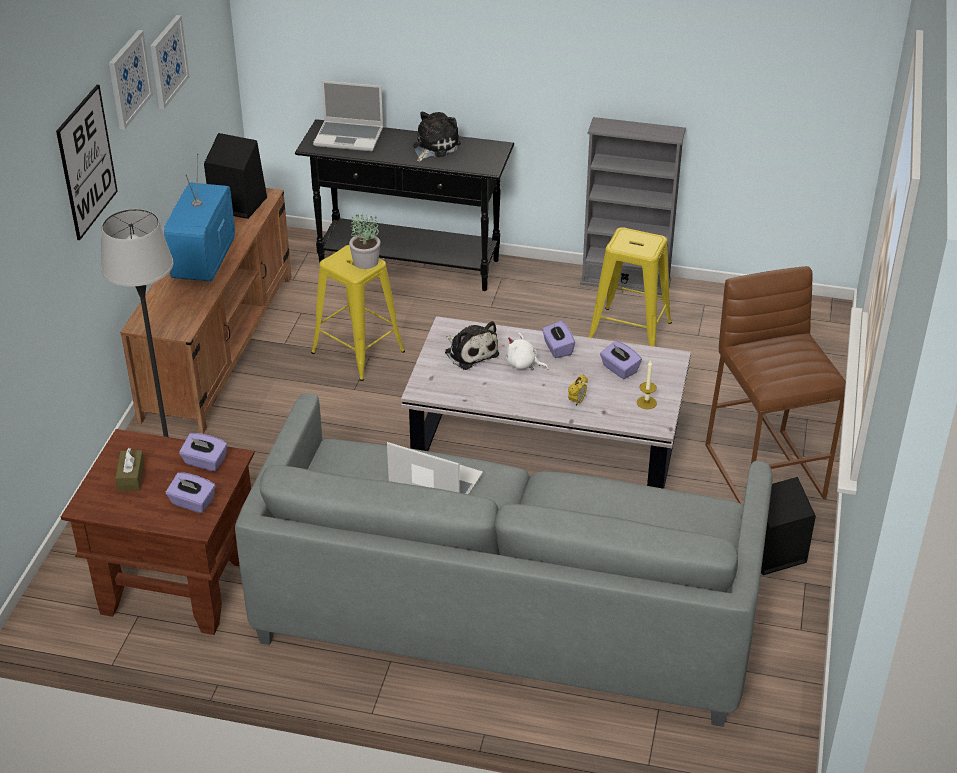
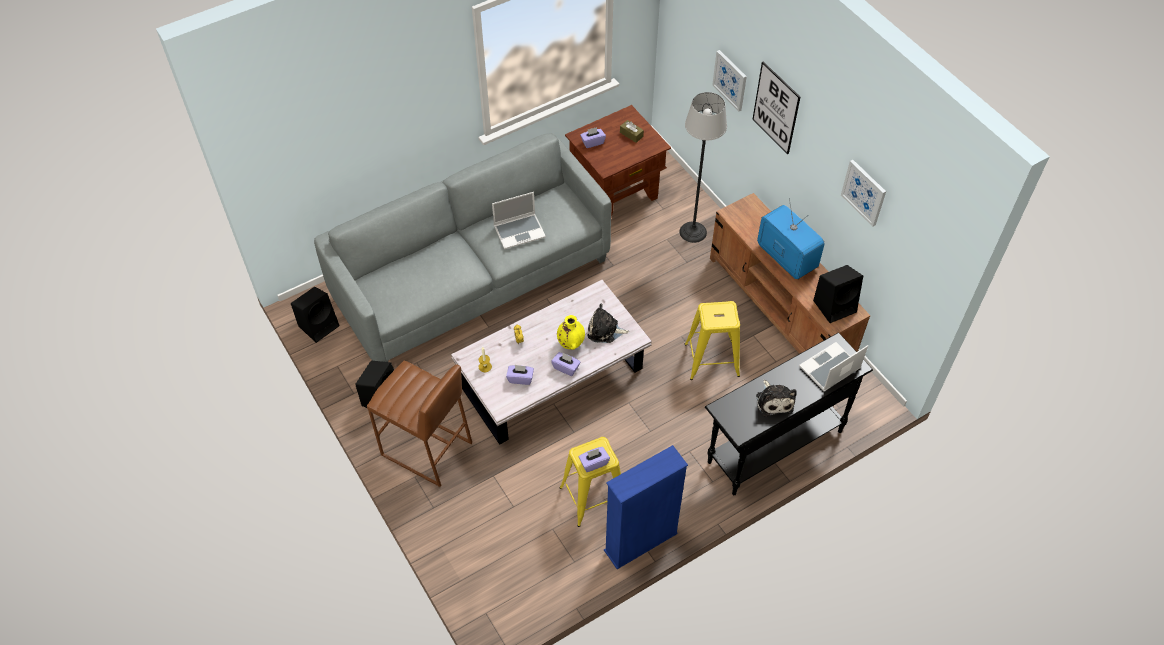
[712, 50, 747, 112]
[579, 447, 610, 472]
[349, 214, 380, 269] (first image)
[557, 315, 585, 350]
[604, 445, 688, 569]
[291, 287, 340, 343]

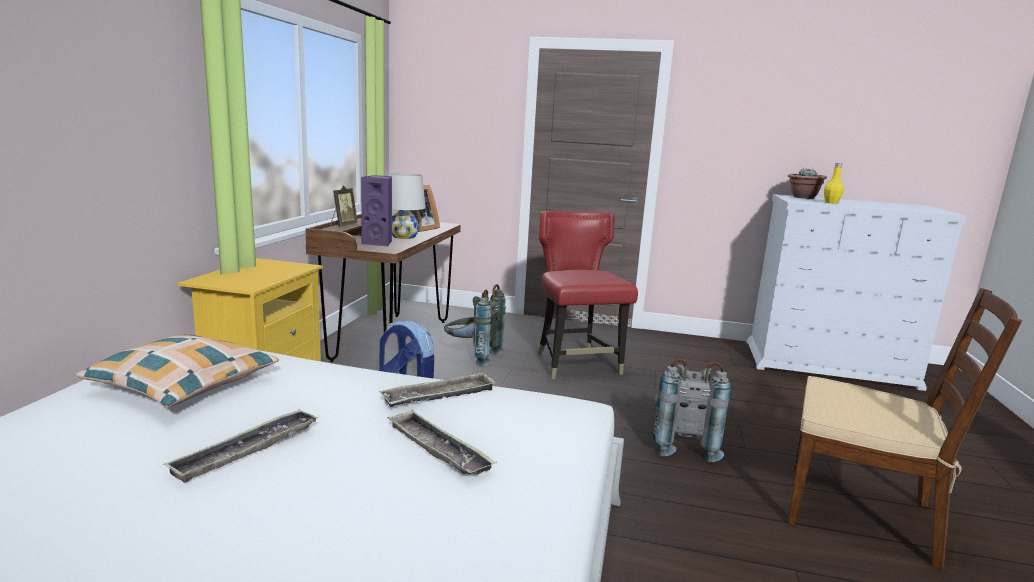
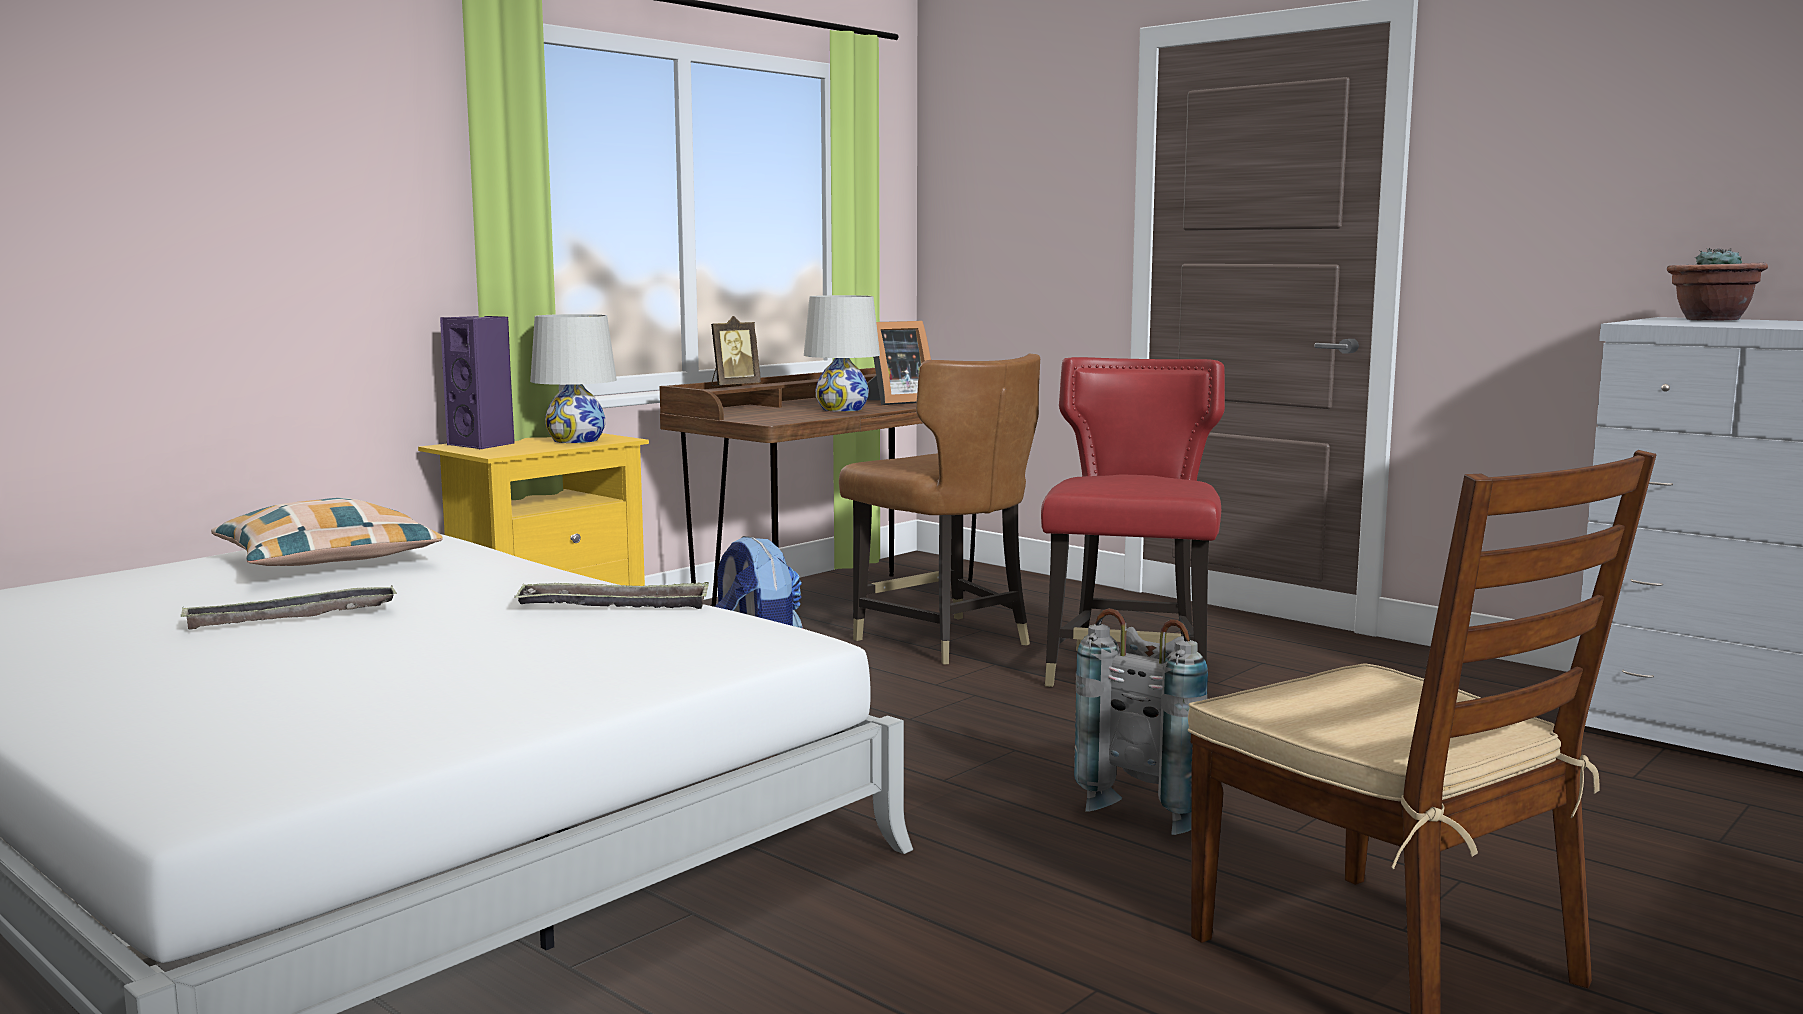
[440, 316, 515, 450]
[387, 410, 497, 475] (first image)
[839, 354, 1040, 665]
[824, 163, 844, 204] (first image)
[530, 314, 617, 443]

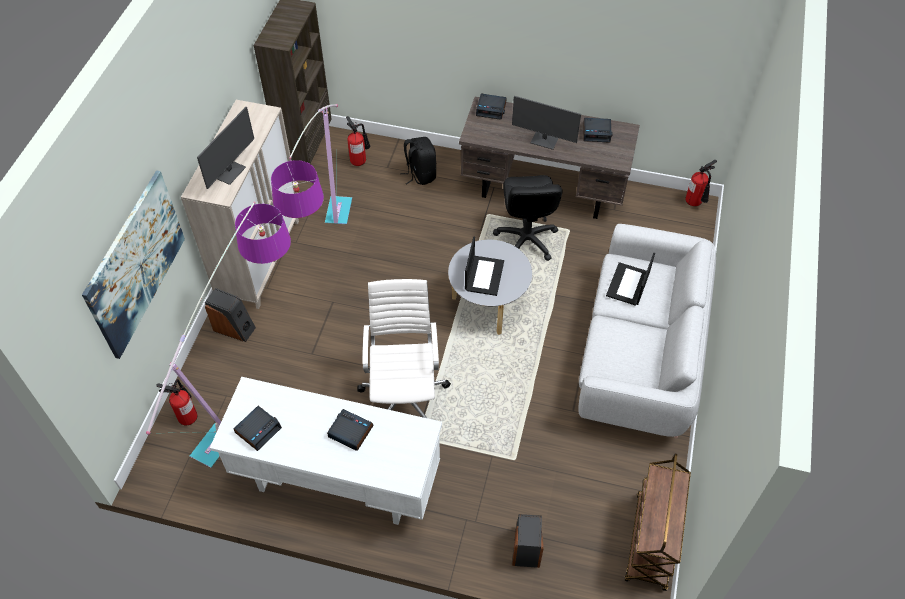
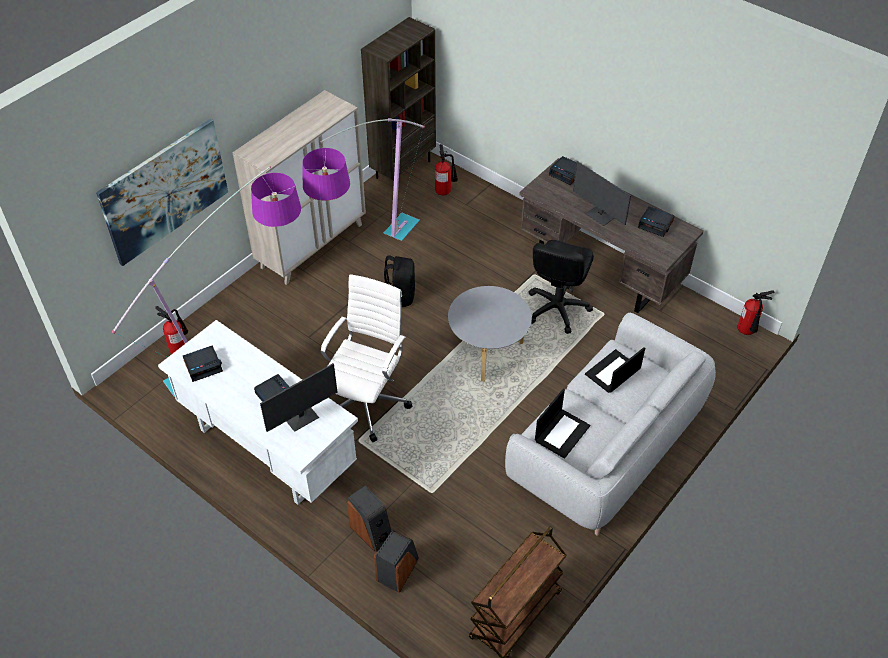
[260, 363, 337, 432]
[347, 485, 392, 553]
[384, 256, 415, 307]
[535, 389, 590, 459]

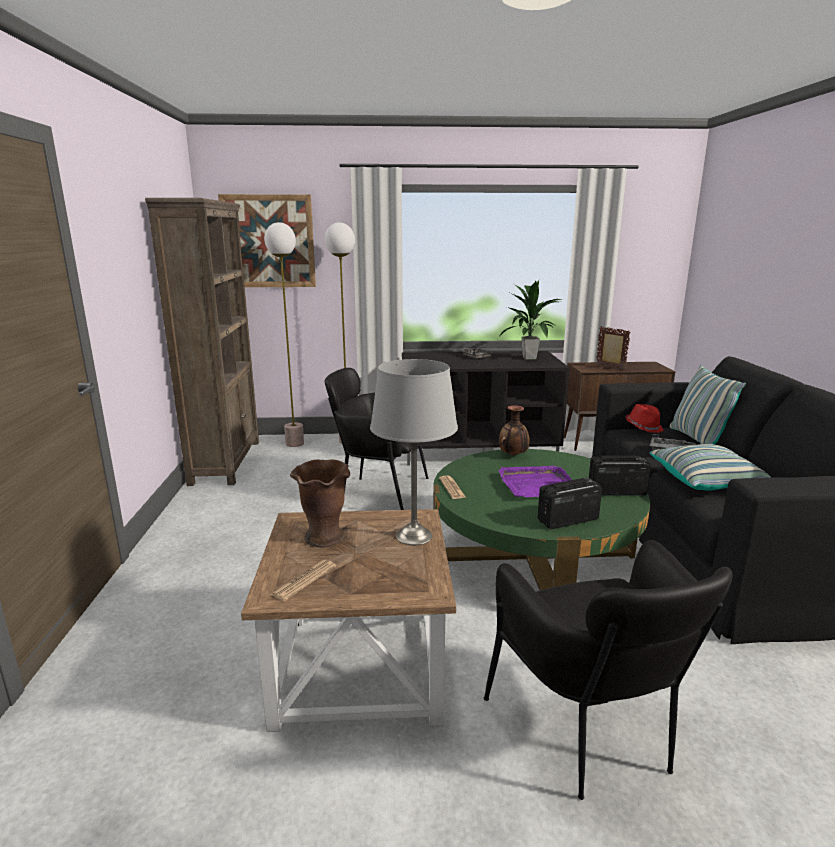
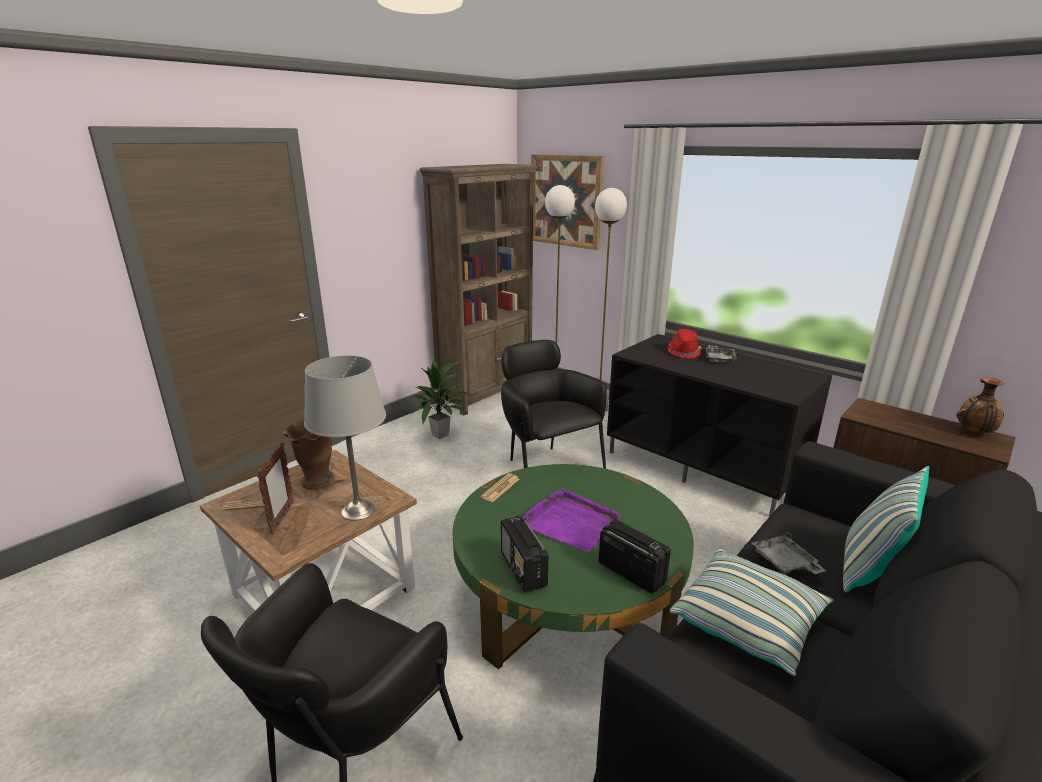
[410, 359, 471, 439]
[956, 377, 1004, 433]
[501, 516, 549, 592]
[257, 442, 294, 534]
[667, 329, 702, 358]

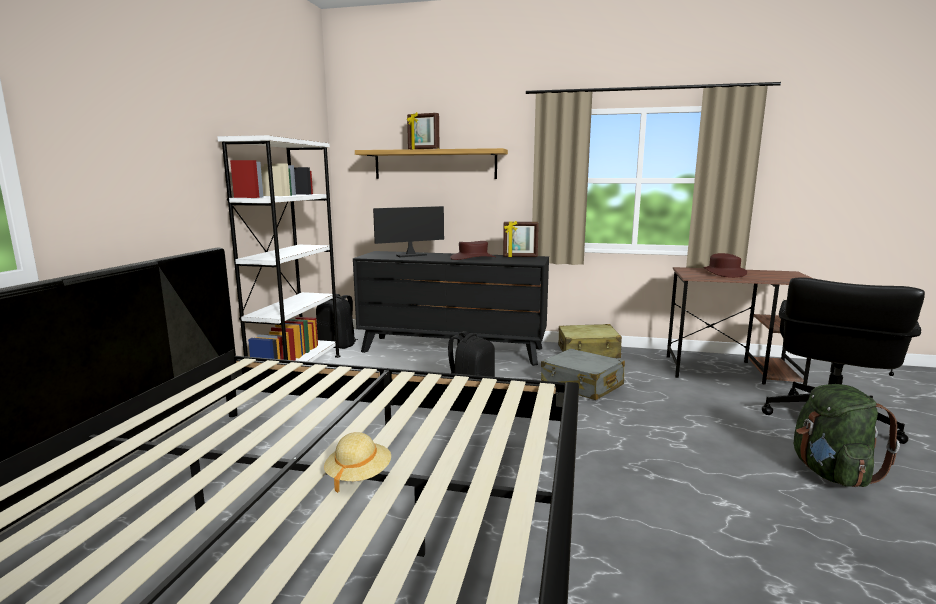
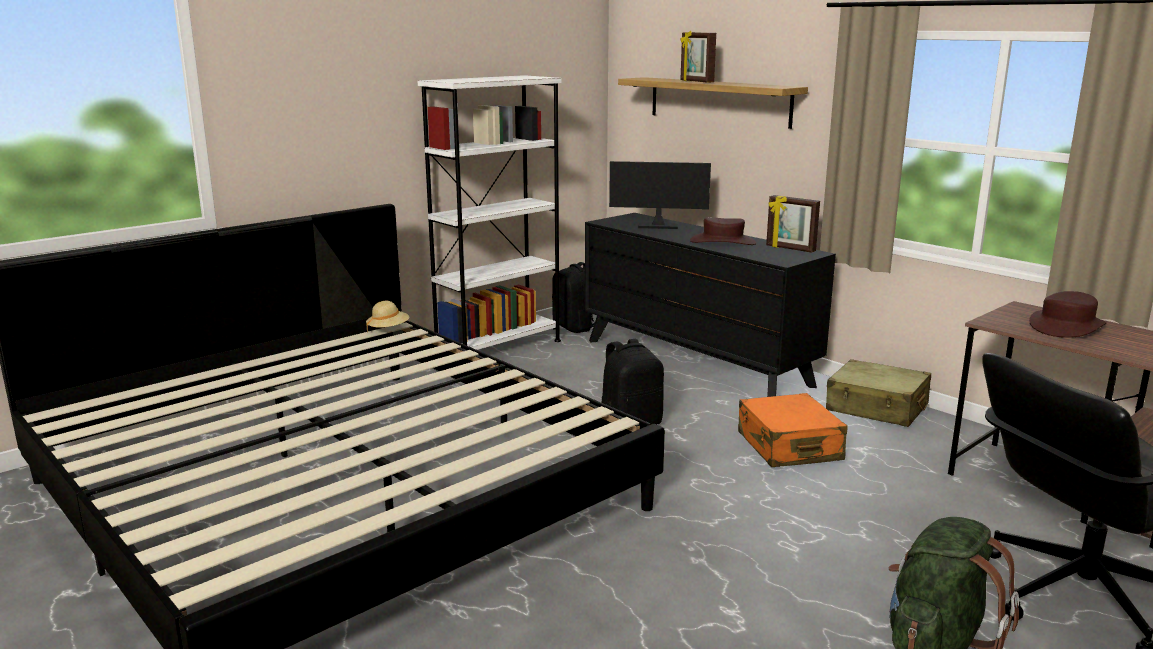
[366, 301, 409, 333]
[738, 393, 848, 467]

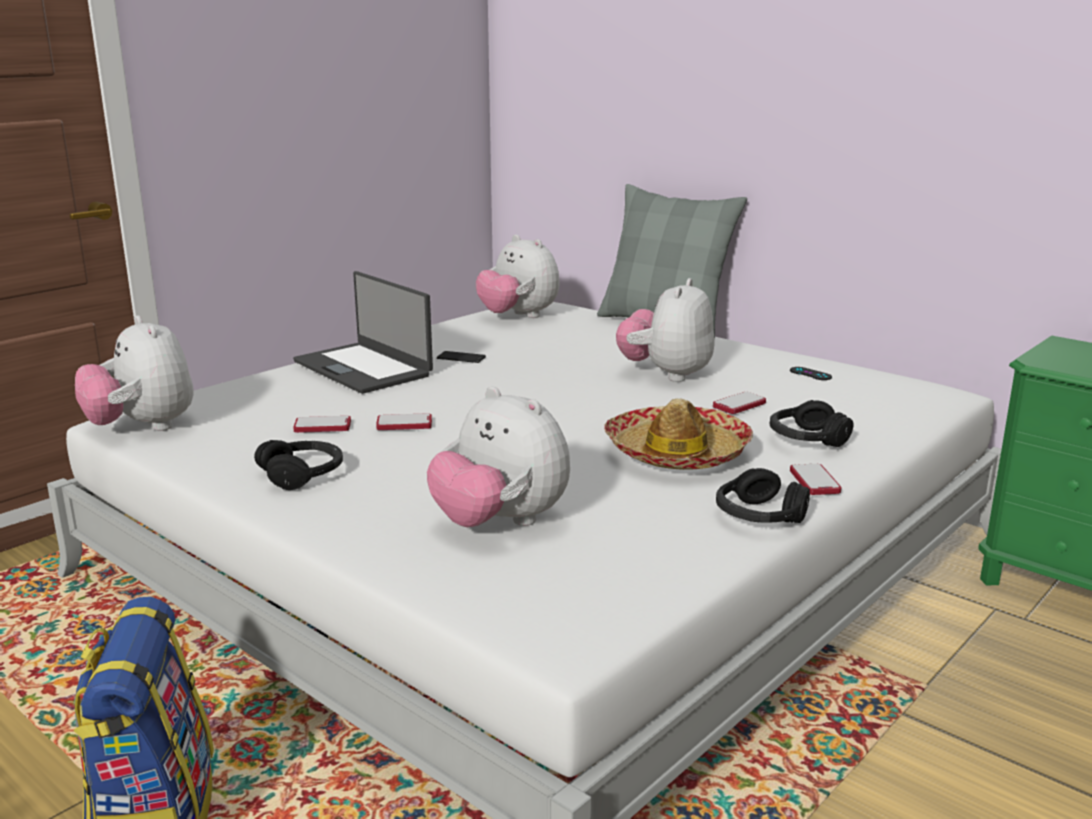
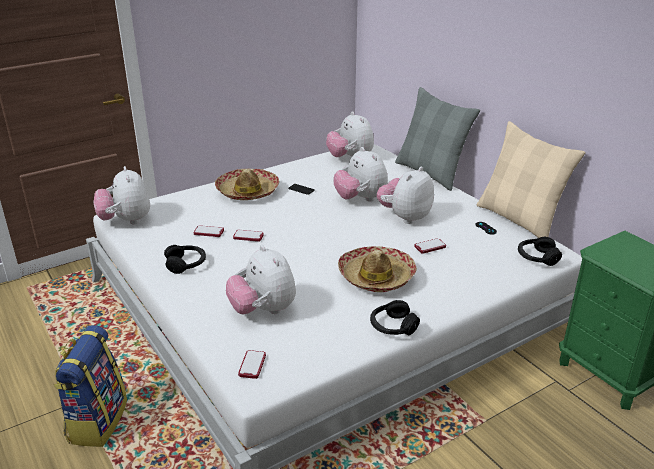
[215, 169, 279, 200]
[518, 237, 562, 266]
[238, 350, 266, 379]
[333, 147, 388, 202]
[477, 121, 585, 238]

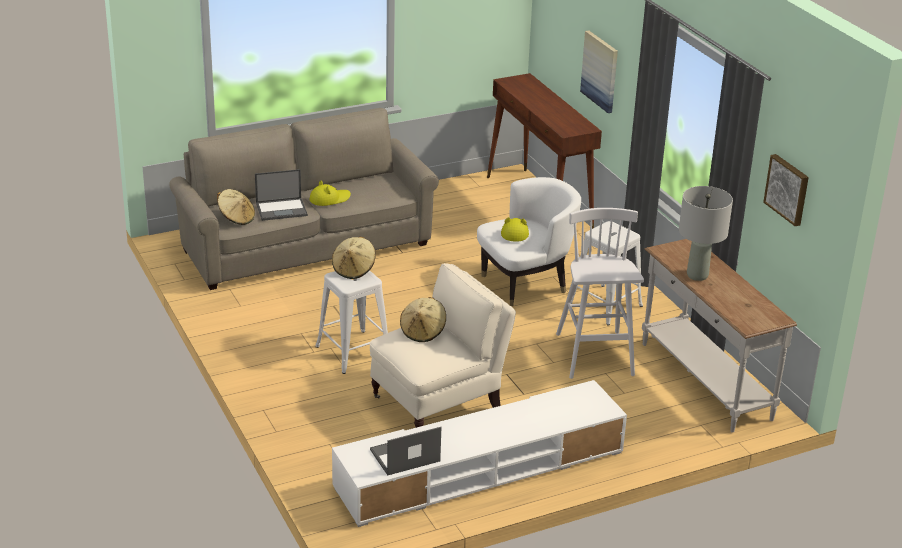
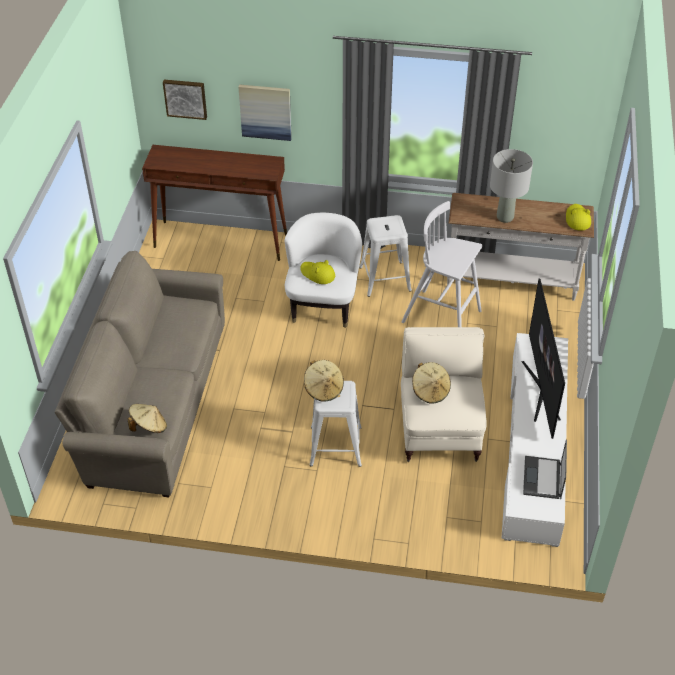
[255, 169, 308, 221] (first image)
[566, 204, 591, 231]
[163, 80, 207, 120]
[522, 279, 565, 439]

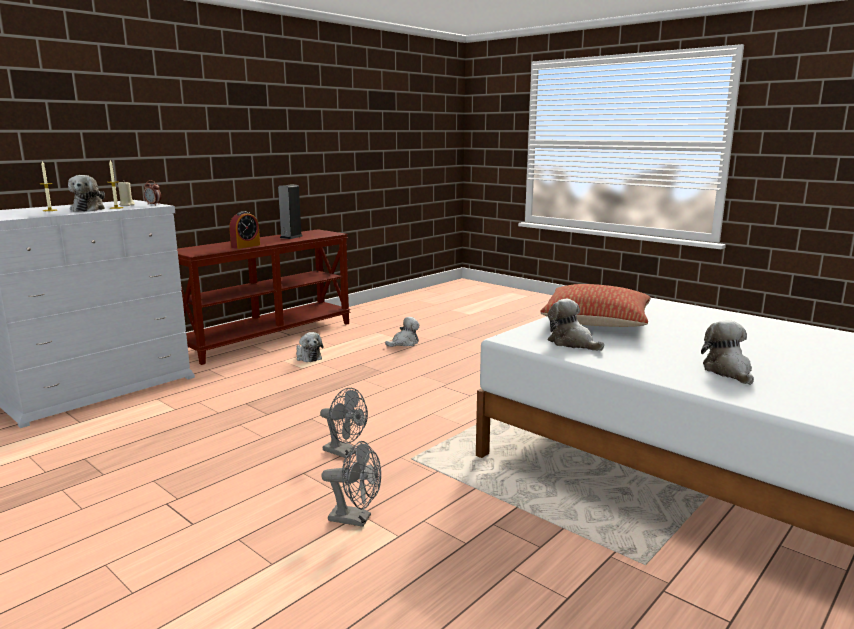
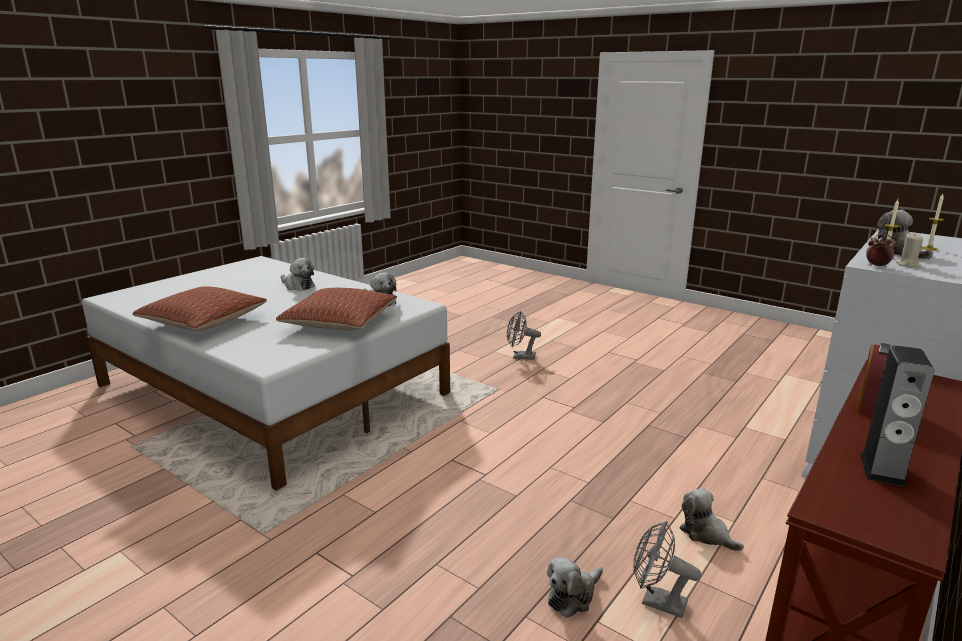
[633, 521, 701, 618]
[281, 258, 315, 291]
[132, 286, 267, 331]

